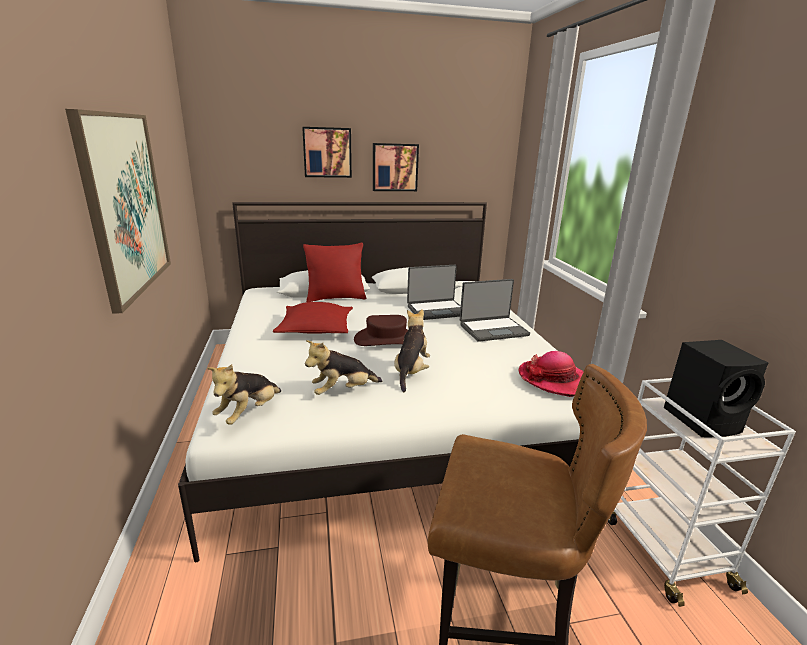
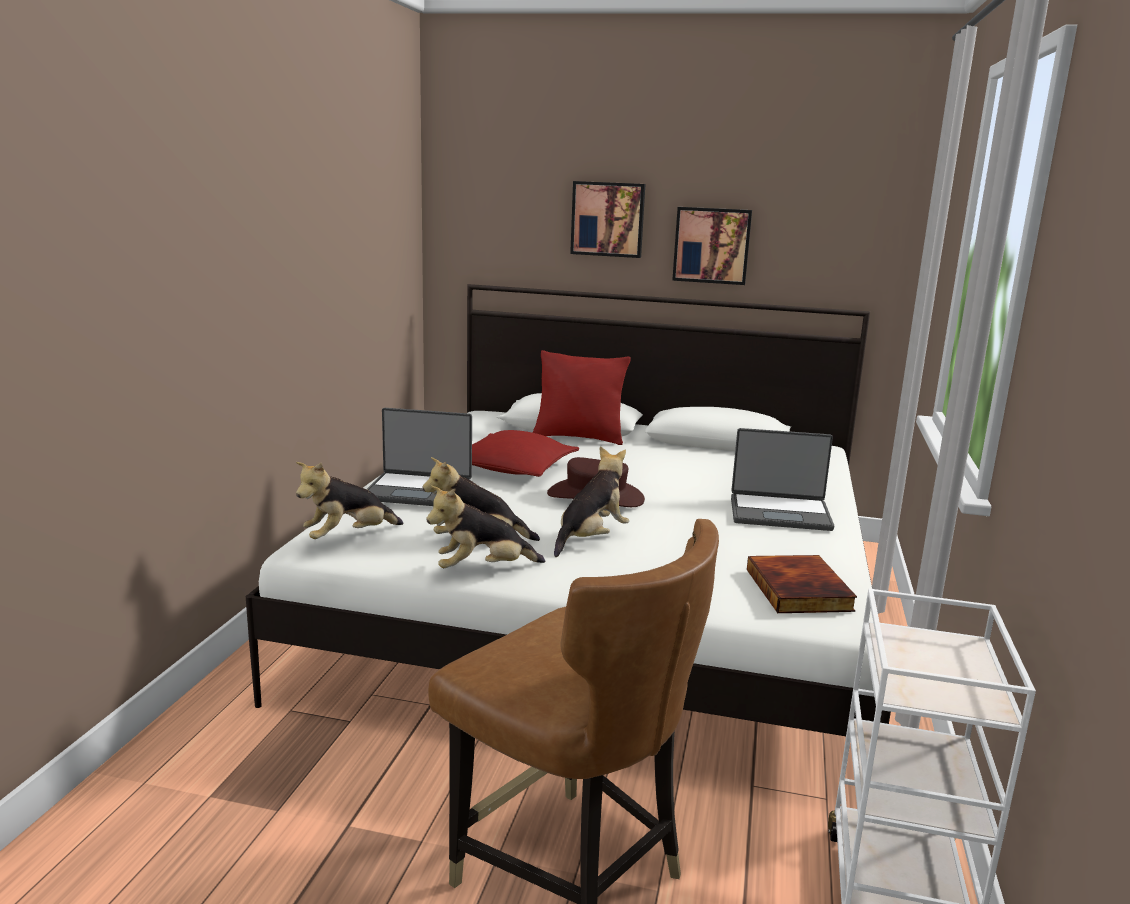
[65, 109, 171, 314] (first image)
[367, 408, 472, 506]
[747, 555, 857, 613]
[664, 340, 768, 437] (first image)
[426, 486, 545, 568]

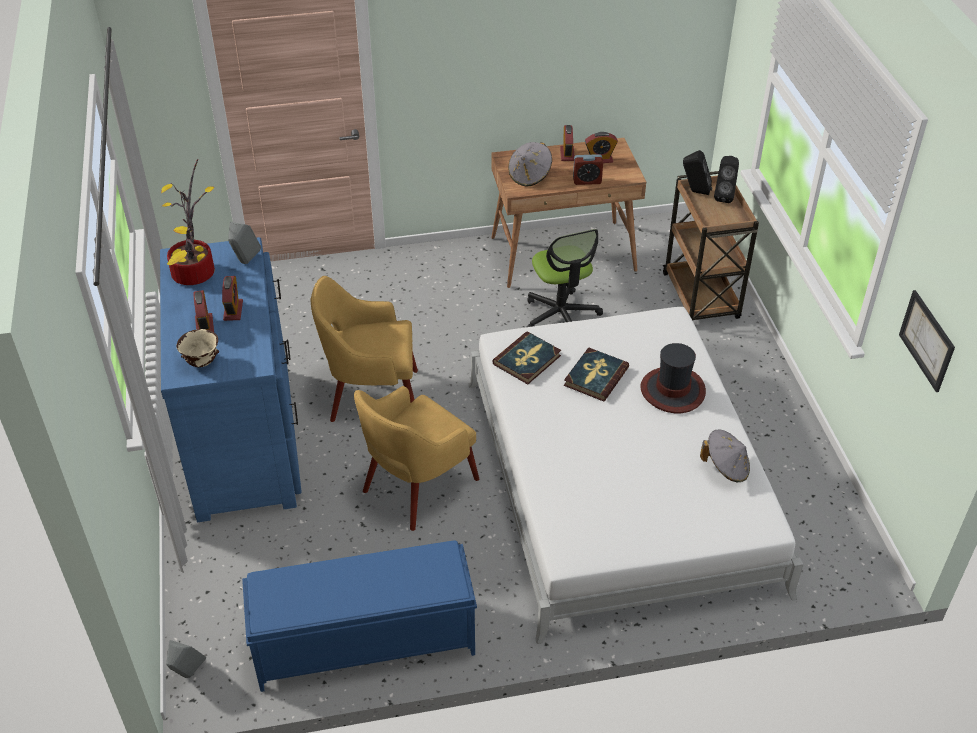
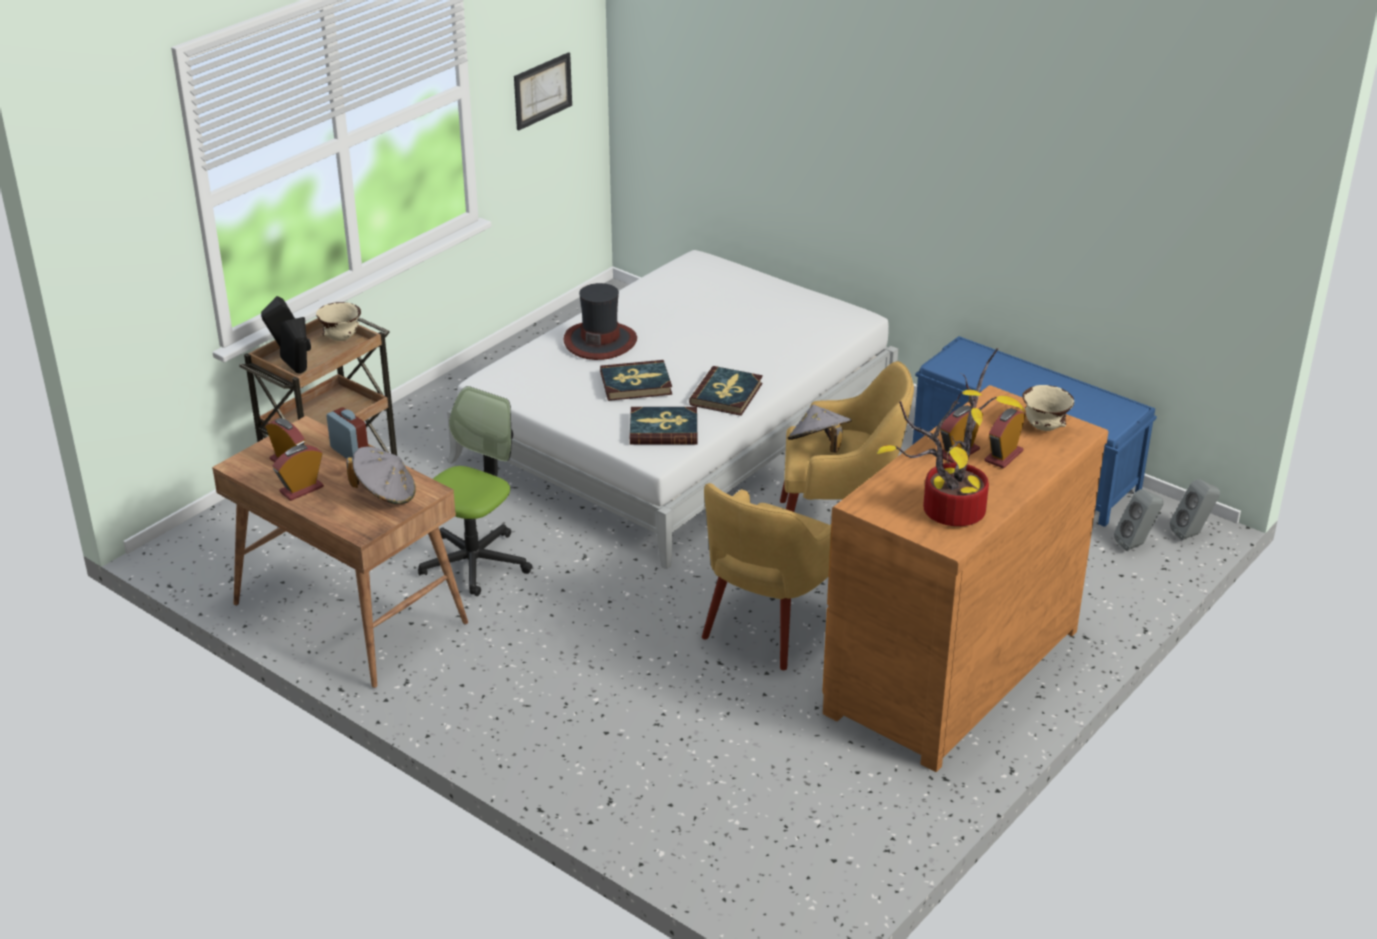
[822, 385, 1108, 772]
[1114, 489, 1163, 551]
[702, 483, 831, 670]
[788, 405, 852, 453]
[316, 302, 361, 341]
[689, 366, 763, 416]

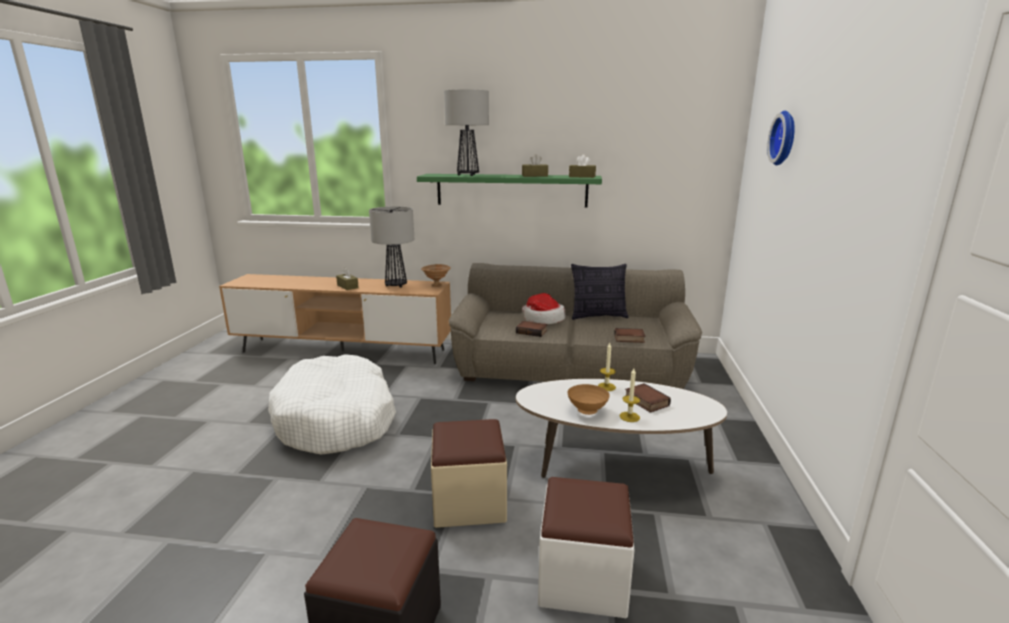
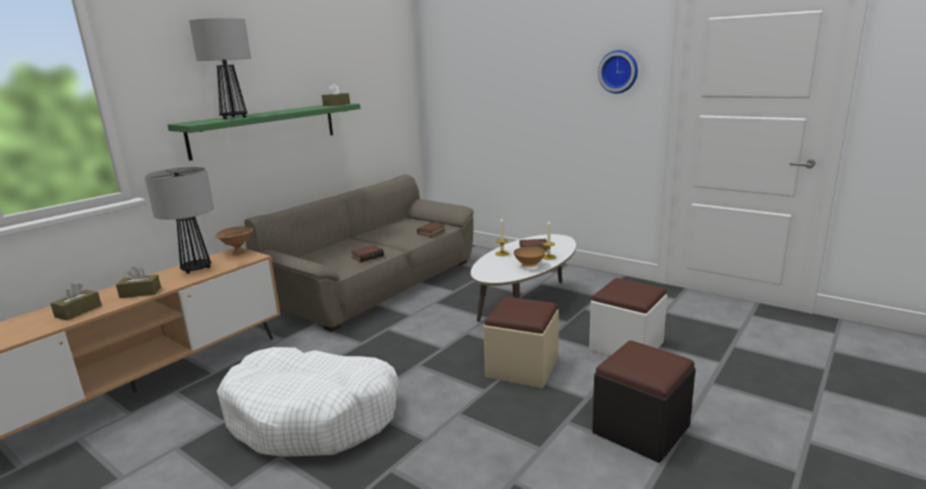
[50, 283, 102, 320]
[522, 293, 565, 324] (first image)
[571, 264, 628, 320] (first image)
[598, 50, 638, 94]

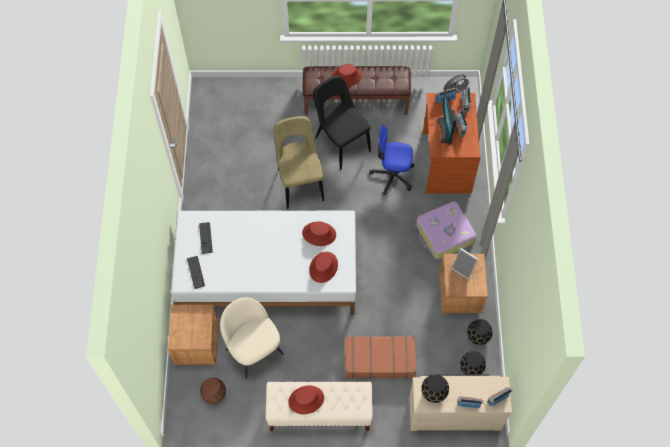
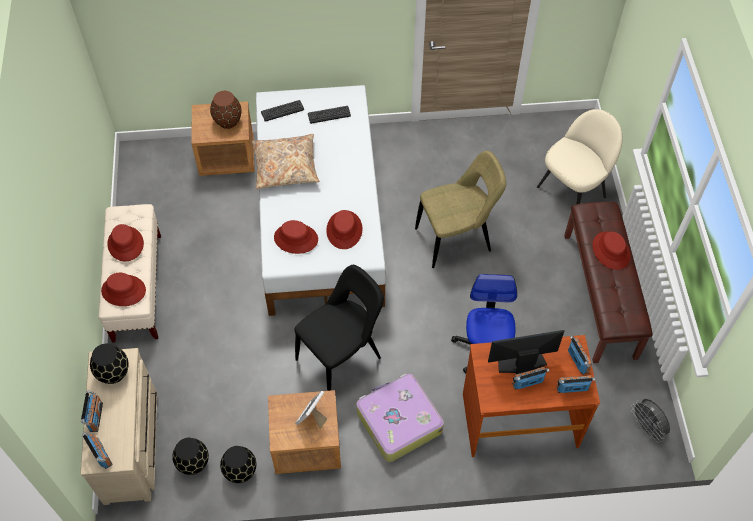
[210, 91, 242, 129]
[537, 109, 622, 204]
[294, 265, 384, 391]
[345, 336, 417, 379] (first image)
[101, 273, 146, 306]
[252, 134, 320, 189]

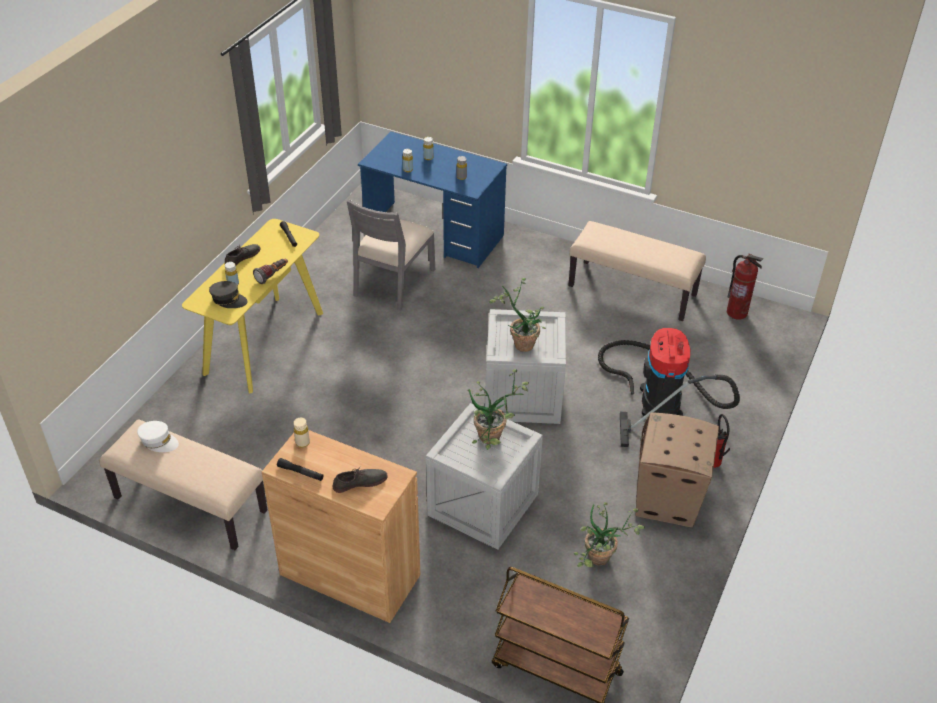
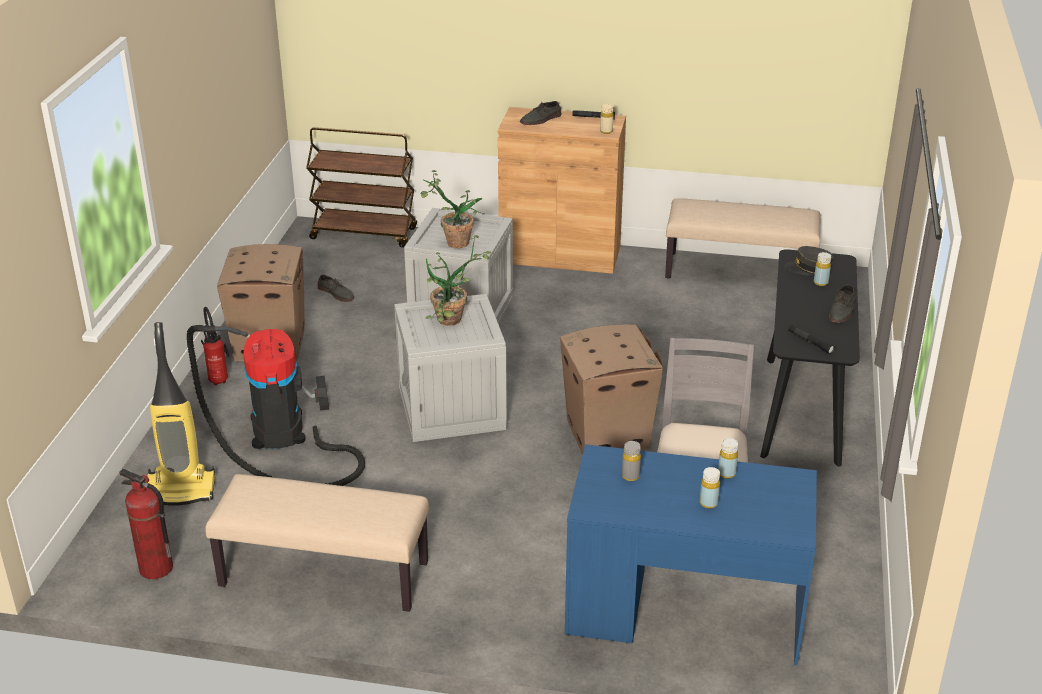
[137, 421, 179, 452] (first image)
[760, 249, 860, 467]
[253, 259, 288, 284] (first image)
[318, 275, 354, 302]
[147, 322, 215, 506]
[560, 324, 663, 455]

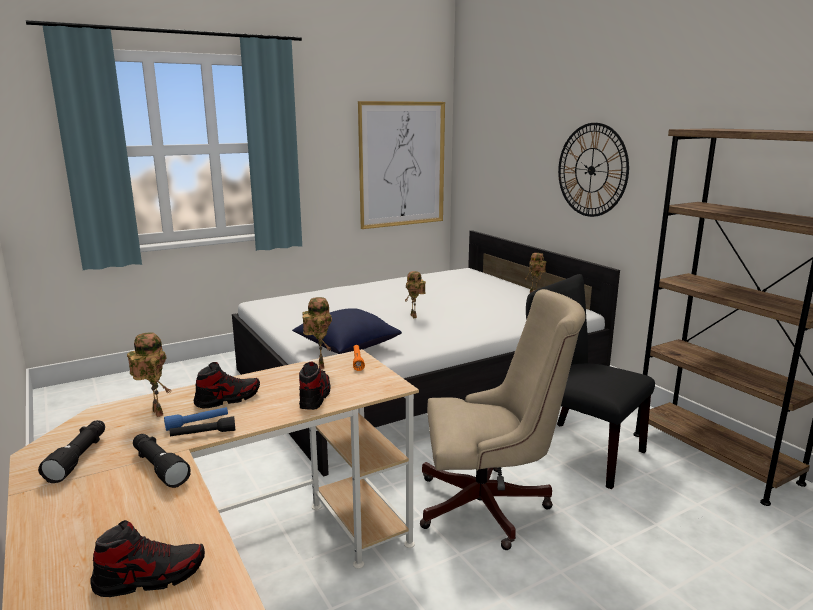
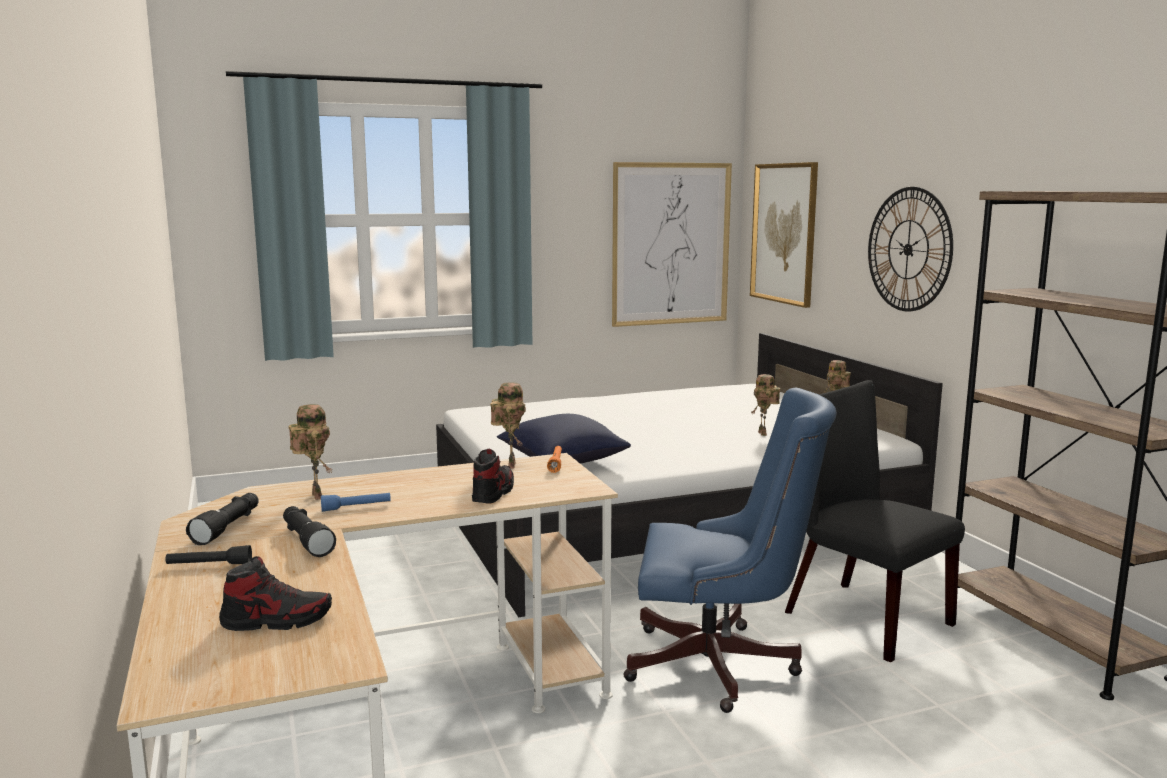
[166, 545, 252, 564]
[194, 362, 260, 408] (first image)
[753, 374, 780, 436]
[624, 388, 837, 713]
[750, 162, 818, 308]

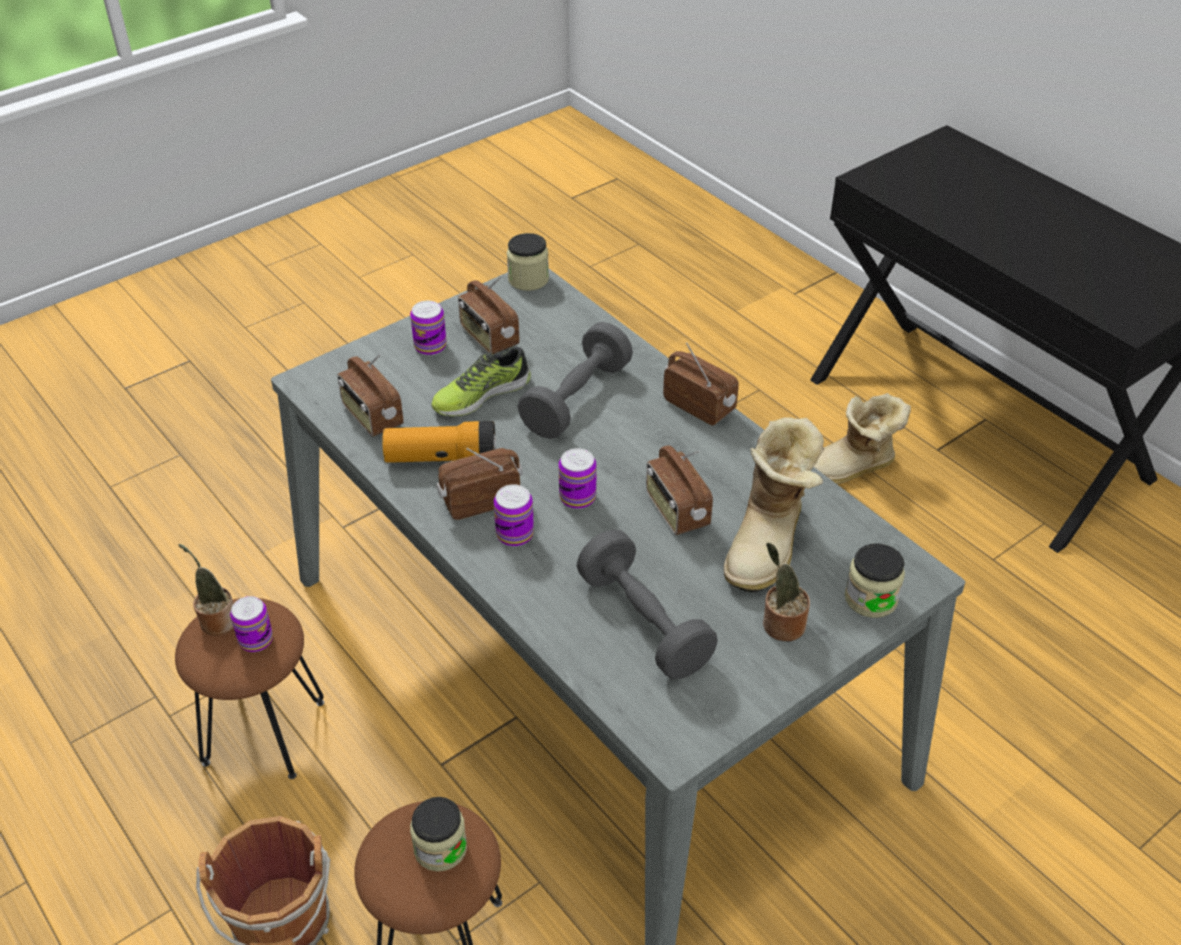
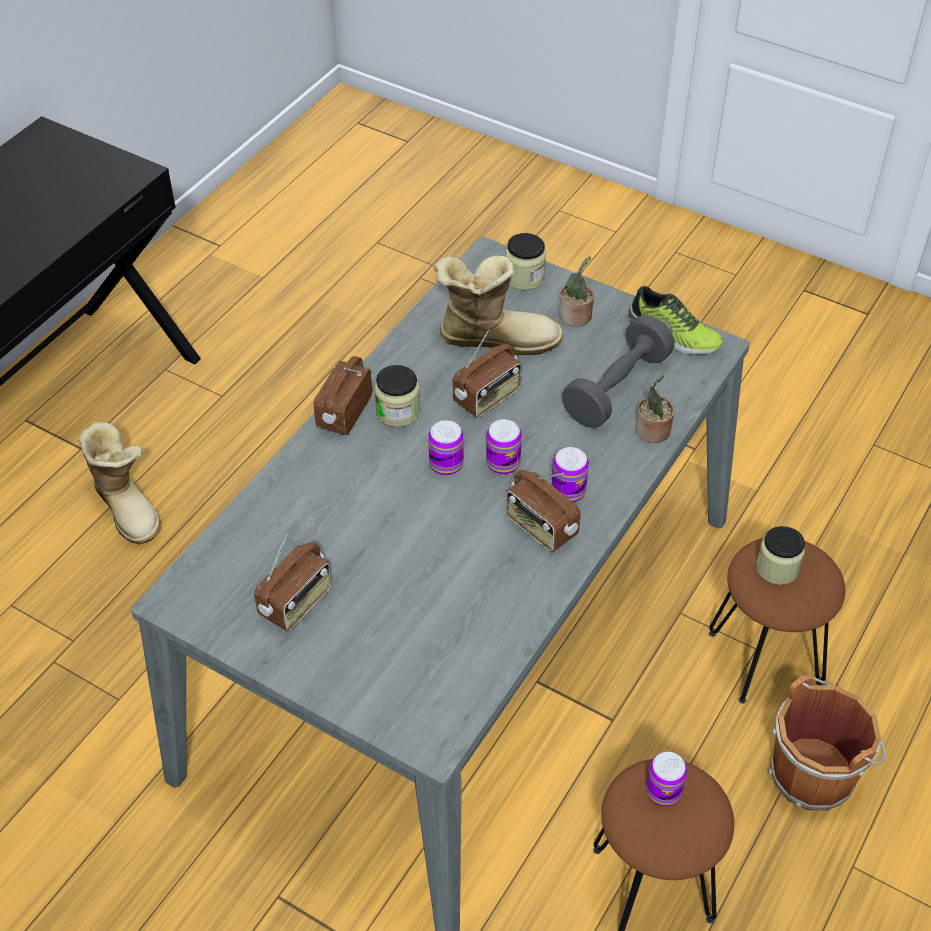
[635, 374, 675, 443]
[337, 354, 404, 437] (first image)
[382, 421, 496, 463] (first image)
[428, 420, 464, 476]
[628, 286, 723, 355]
[374, 365, 420, 427]
[518, 322, 633, 439] (first image)

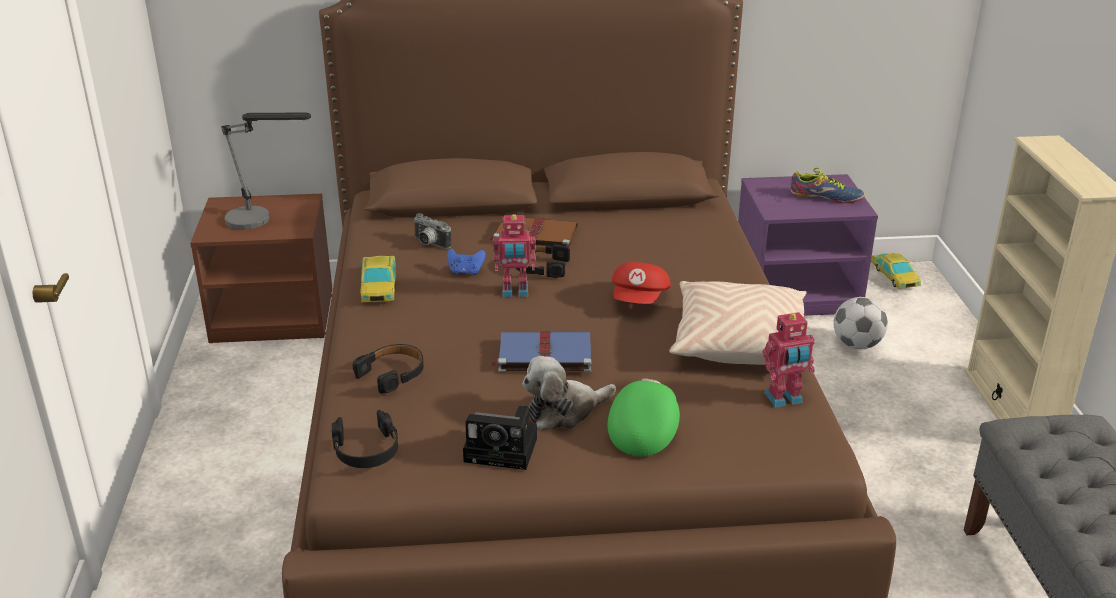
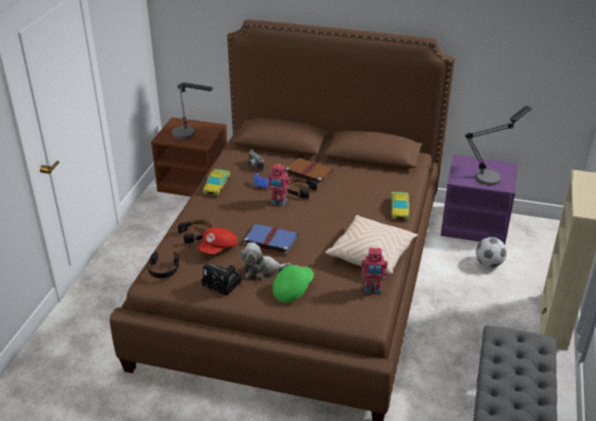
[198, 227, 238, 254]
[465, 106, 532, 185]
[391, 192, 409, 219]

